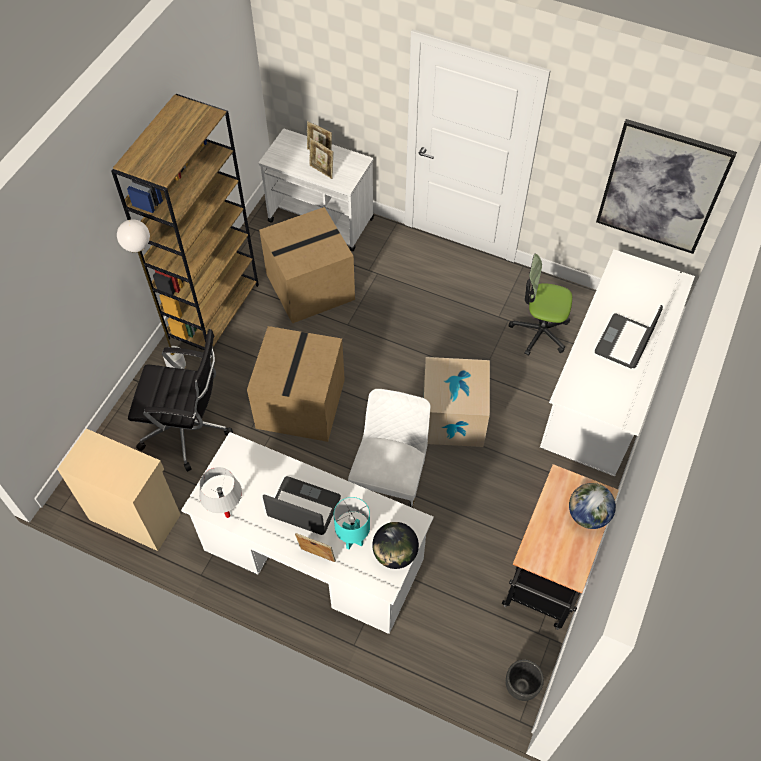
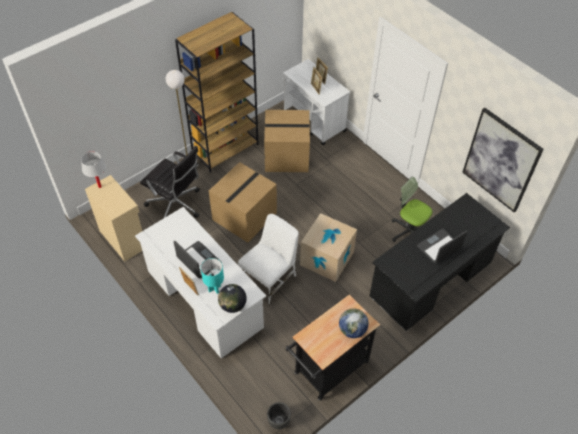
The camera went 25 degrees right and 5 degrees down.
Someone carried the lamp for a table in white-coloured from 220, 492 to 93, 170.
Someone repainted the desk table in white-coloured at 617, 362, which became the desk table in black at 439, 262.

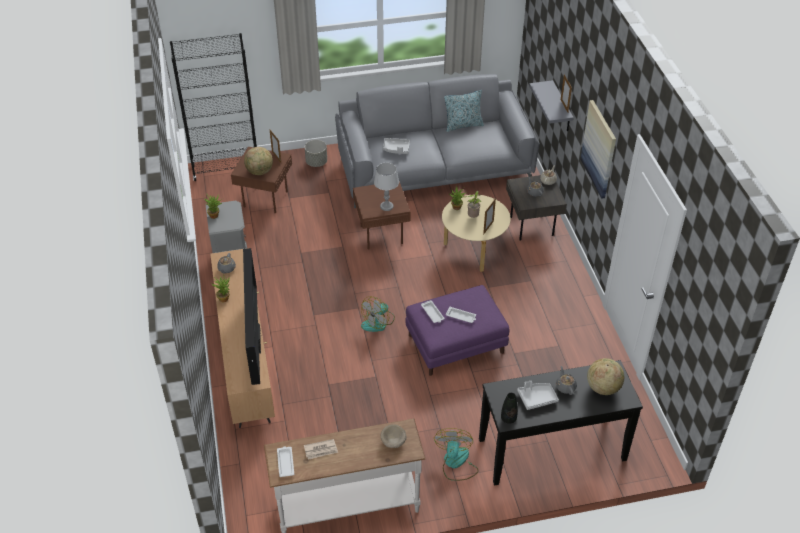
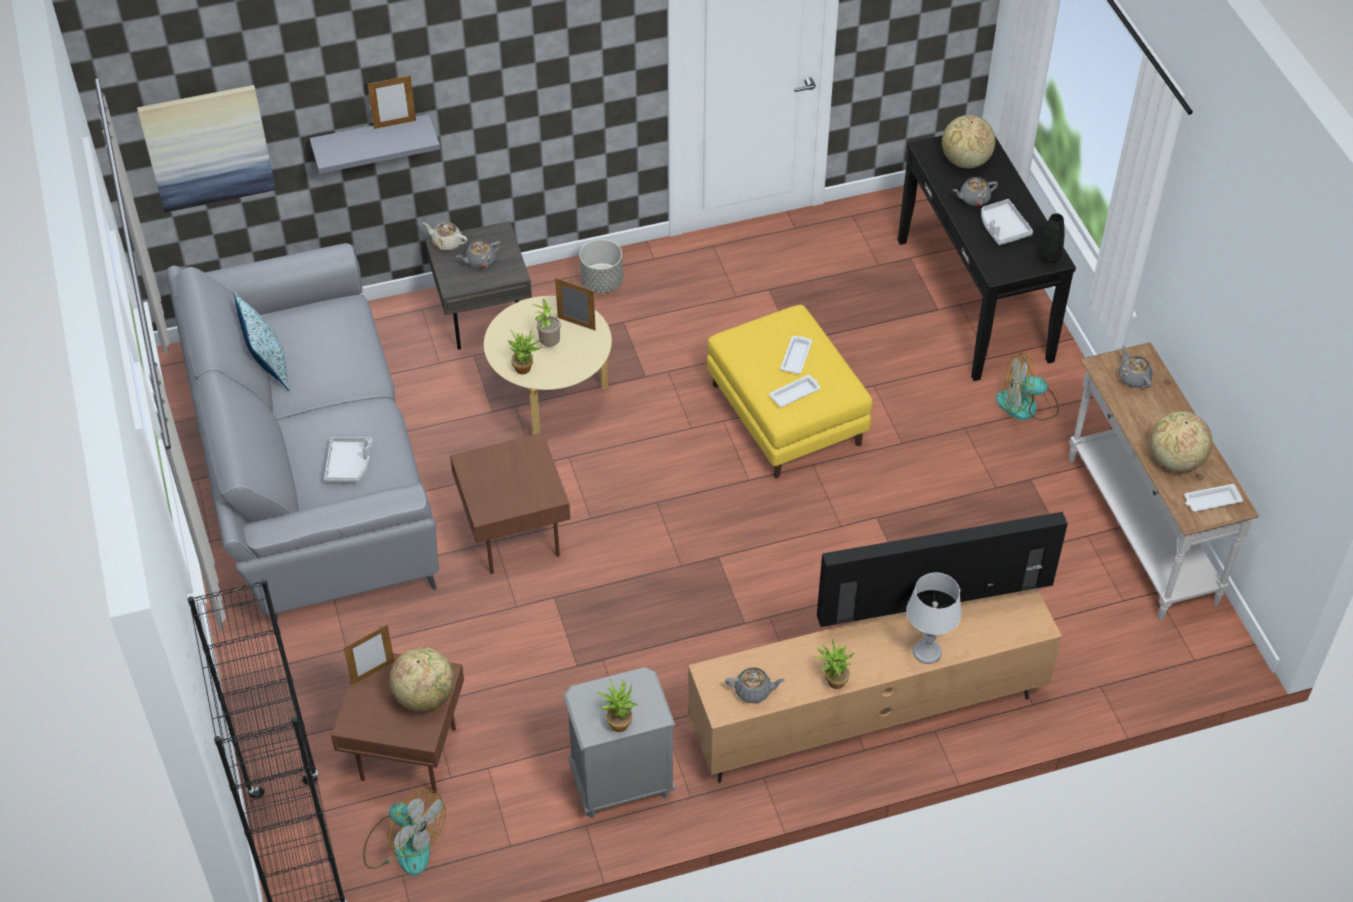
The camera went 95 degrees left and 5 degrees up.
Someone carried the wall picture from 598, 149 to 206, 149.
Someone carried the cooling fan from 378, 314 to 404, 833.
Someone carried the planter in grey from 316, 153 to 601, 266.
Someone repainted the footrest in purple at 458, 330, which became the footrest in yellow at 789, 391.
Someone carried the lamp for a table in grey from 386, 187 to 934, 618.
Someone swapped the bowl in sand-coloured at 394, 436 for the teapot in grey at 1136, 366.
Someone swapped the daily paper at 321, 449 for the globe at 1181, 441.

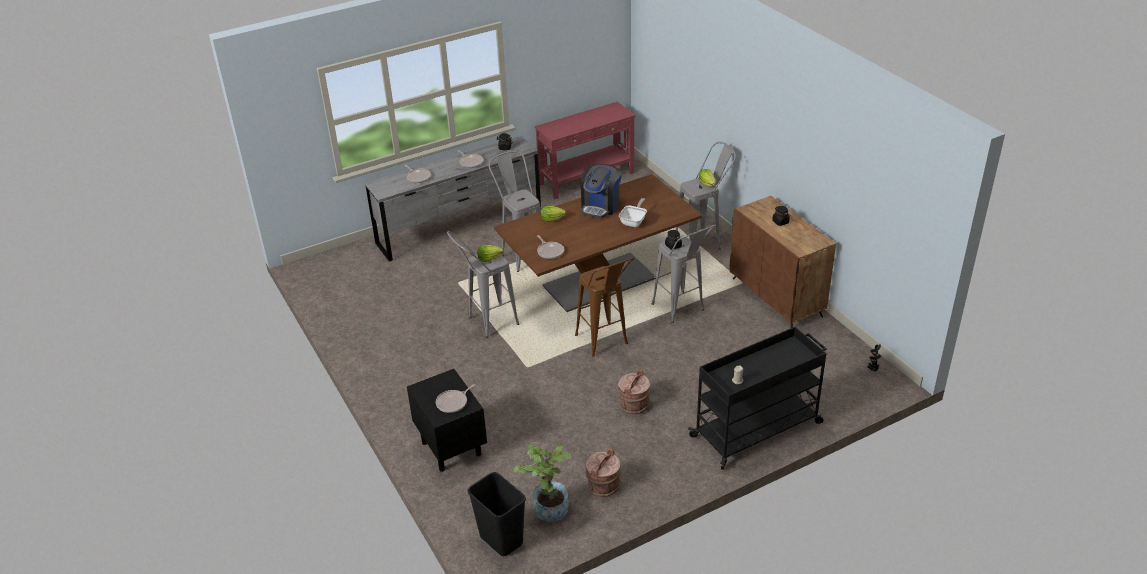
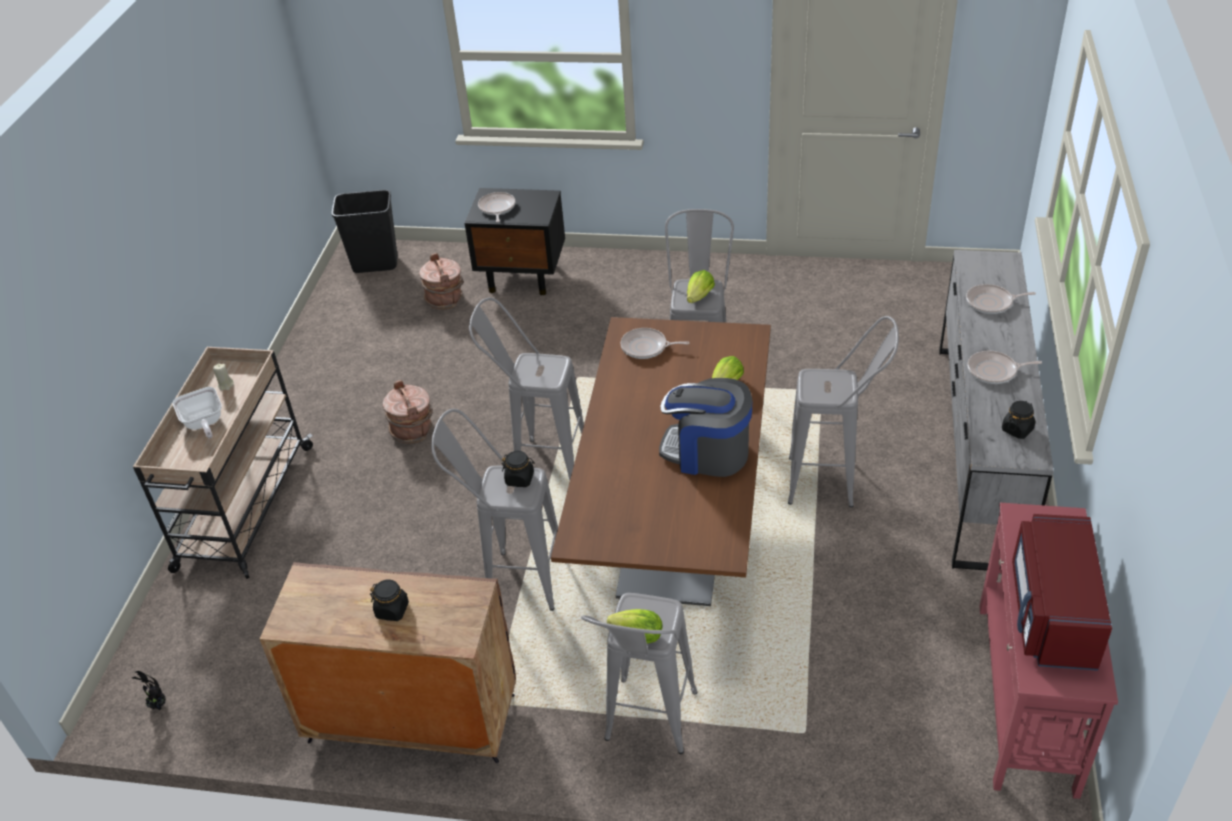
The camera went 130 degrees right and 5 degrees up.
Someone repainted the cart in black at 757, 398, which became the cart in sand-coloured at 223, 463.
Someone carried the frying pan from 633, 212 to 197, 413.
Someone carried the water bucket in brown-coloured from 603, 472 to 441, 281.
Someone repainted the sitting stool in brown-coloured at 604, 306, which became the sitting stool in grey at 526, 388.
Someone rotated the coffee machine at 601, 191 by 45 degrees counterclockwise.
Someone put down the kitchen microwave in red-coloured at 1062, 592.
Someone took away the potted plant at 543, 483.

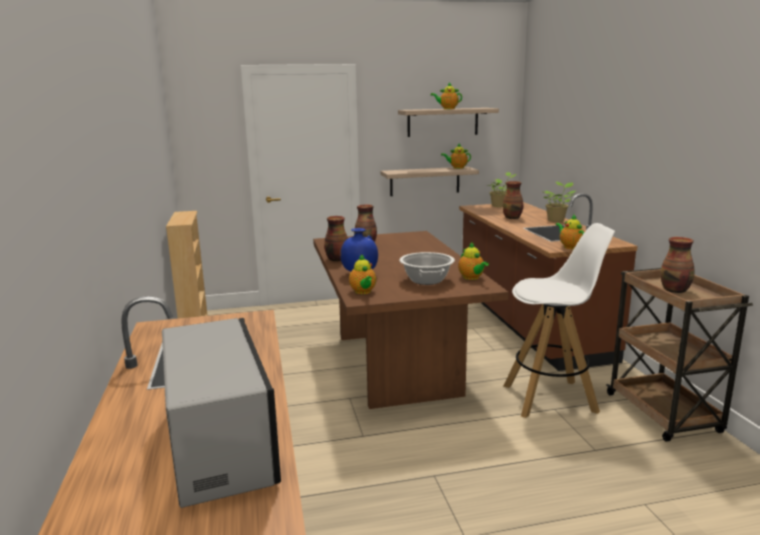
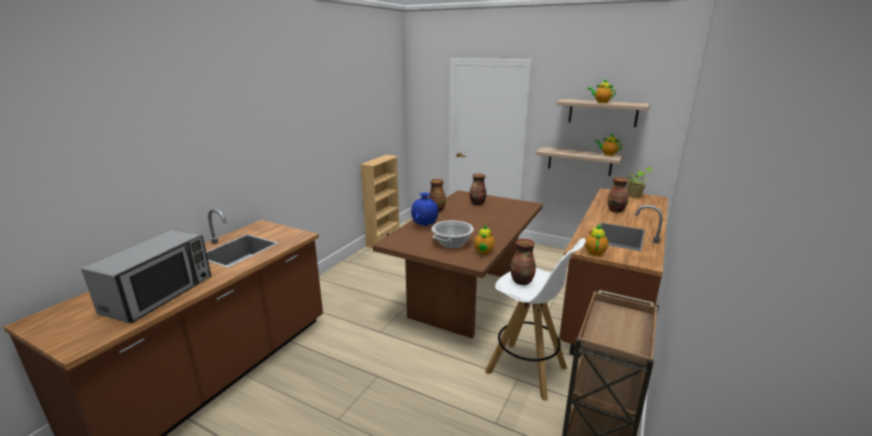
The camera went 40 degrees right and 5 degrees up.
Someone carried the vase from 677, 265 to 523, 262.
Someone took away the teapot at 362, 274.
Someone took away the potted plant at 560, 202.

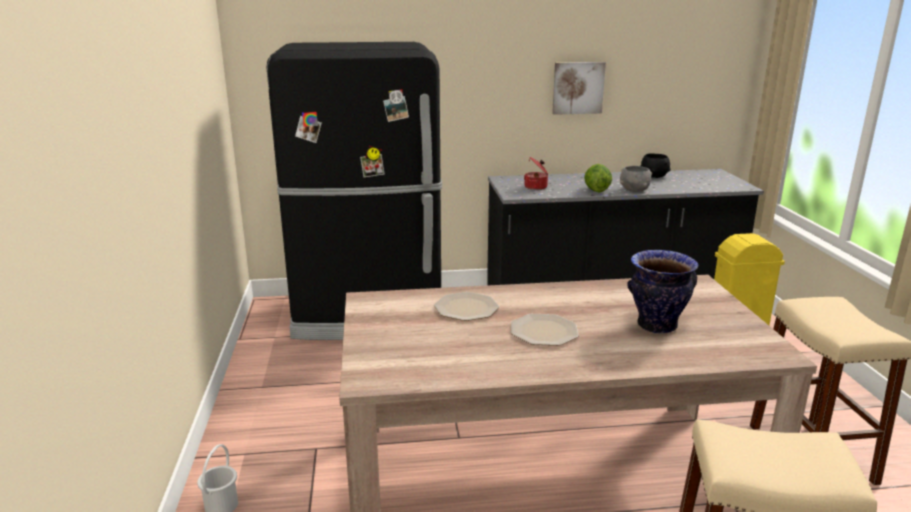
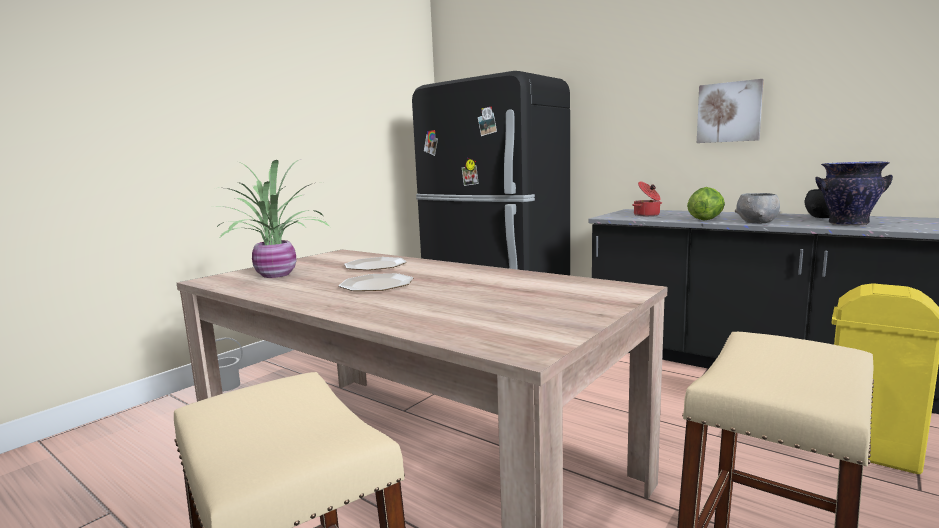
The camera went 45 degrees right and 10 degrees down.
Someone put down the potted plant at 271, 218.
Someone carried the vase from 663, 292 to 854, 193.

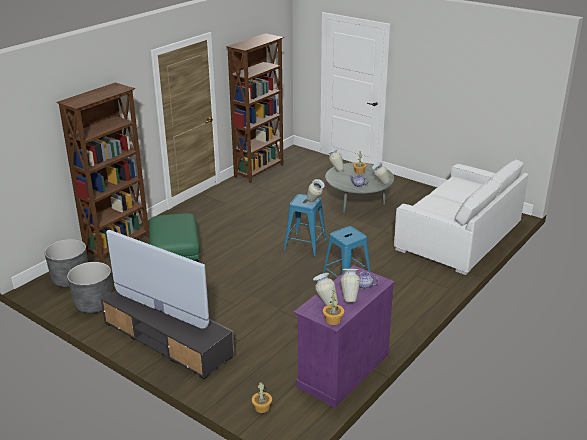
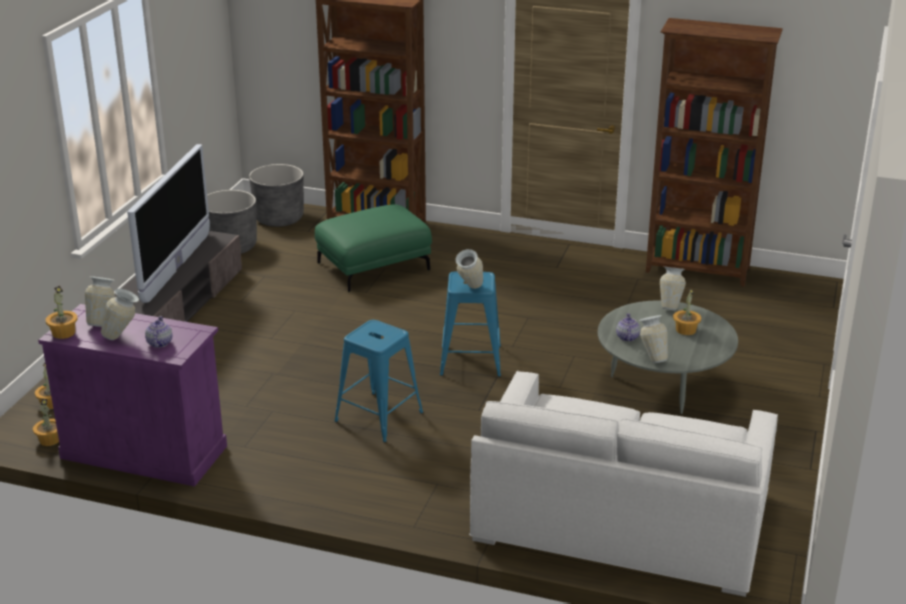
The camera went 70 degrees right and 0 degrees up.
Someone put down the potted plant at 46, 422.

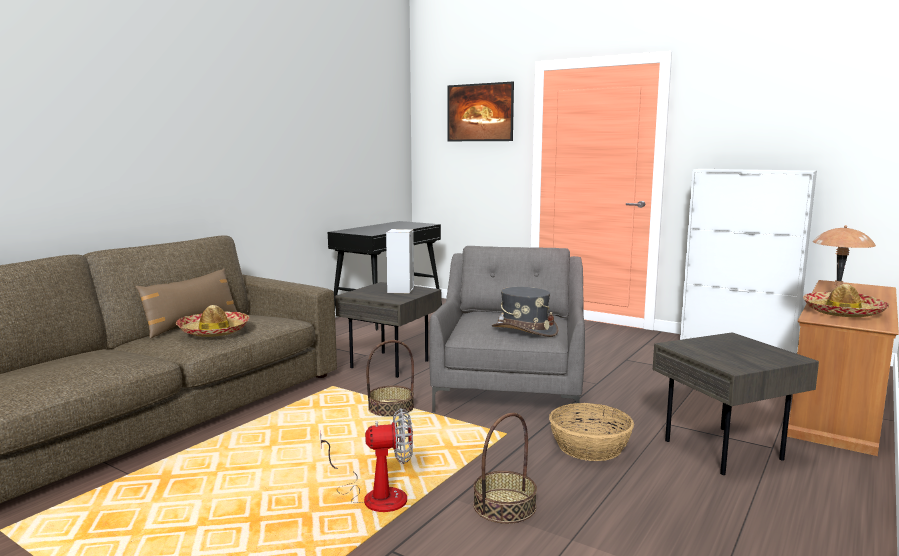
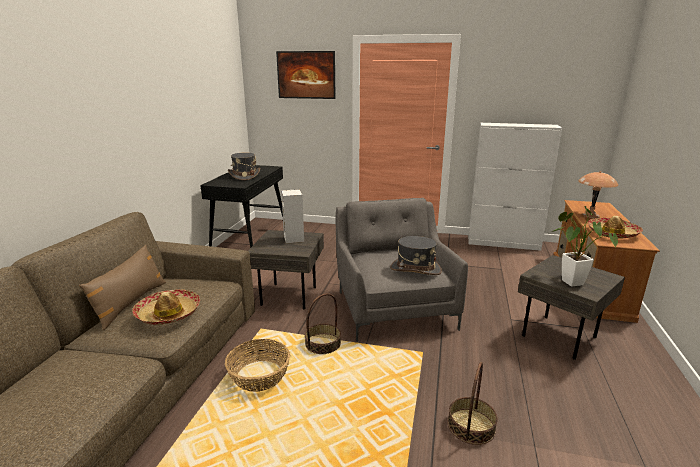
The camera went 20 degrees left and 10 degrees up.
Someone carried the basket from 591, 432 to 257, 365.
Someone put down the wearable hat in grey at 244, 167.
Someone put down the potted plant at 585, 246.
Someone took away the cooling fan at 366, 460.

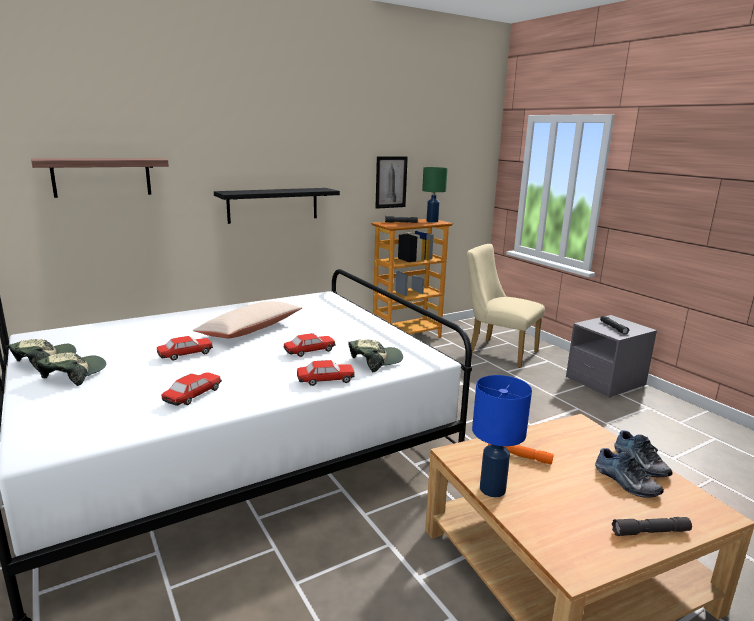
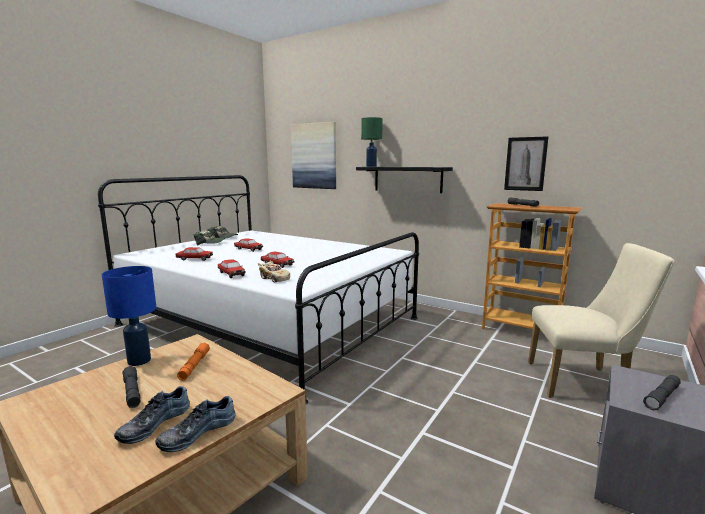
The camera went 65 degrees right and 5 degrees down.
Someone carried the flashlight in grey from 652, 526 to 131, 387.
Someone swapped the baseball cap at 376, 356 for the model car in sand-coloured at 274, 271.
Someone swapped the shelf at 100, 178 for the wall picture at 313, 155.
Someone carried the lamp for a table in green-coloured from 435, 194 to 372, 142.
Someone rotated the plain chair in sand-coloured at 506, 306 by 90 degrees clockwise.
Someone took away the pillow in sand-coloured at 247, 320.

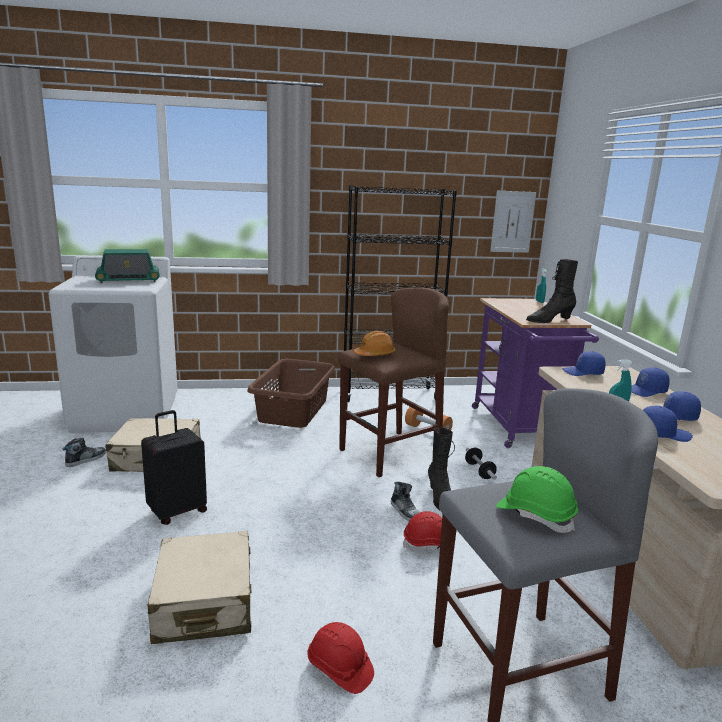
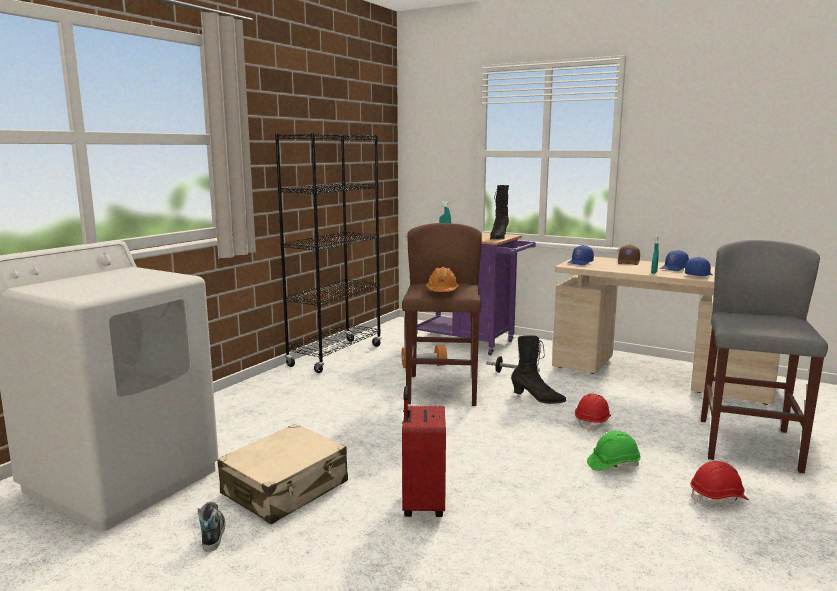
The camera went 50 degrees left and 5 degrees down.
Someone repainted the suitcase in black at 174, 467, which became the suitcase in red-coloured at 424, 451.
Someone carried the safety helmet in green-coloured from 537, 499 to 614, 451.
Someone repainted the baseball cap in blue-coloured at 650, 382, which became the baseball cap in brown-coloured at 629, 255.
Someone took away the radio at 127, 266.
Someone took away the suitcase in sand-coloured at 199, 587.
Someone took away the laundry basket in brown-coloured at 291, 393.
Someone took away the item of footwear at 405, 501.
Someone took away the wall picture at 513, 222.

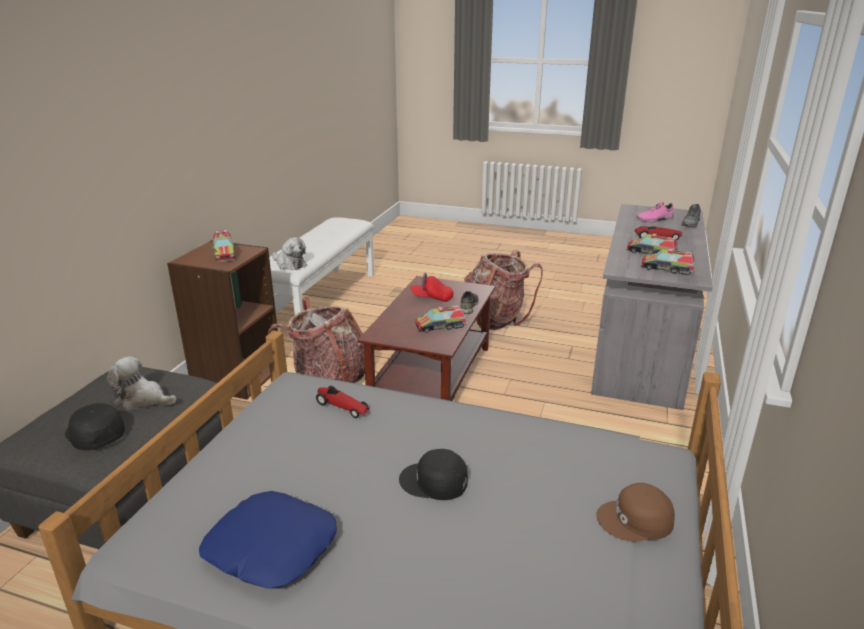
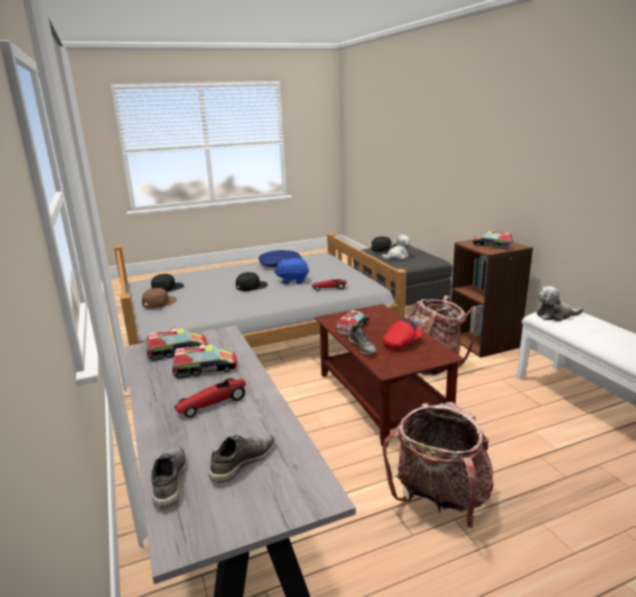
The camera went 140 degrees right and 5 degrees down.
Someone put down the baseball cap in black at 167, 283.
Someone repainted the item of footwear in pink at 655, 212, which became the item of footwear in grey at 242, 458.
Someone put down the soft toy in blue-coloured at 291, 271.

